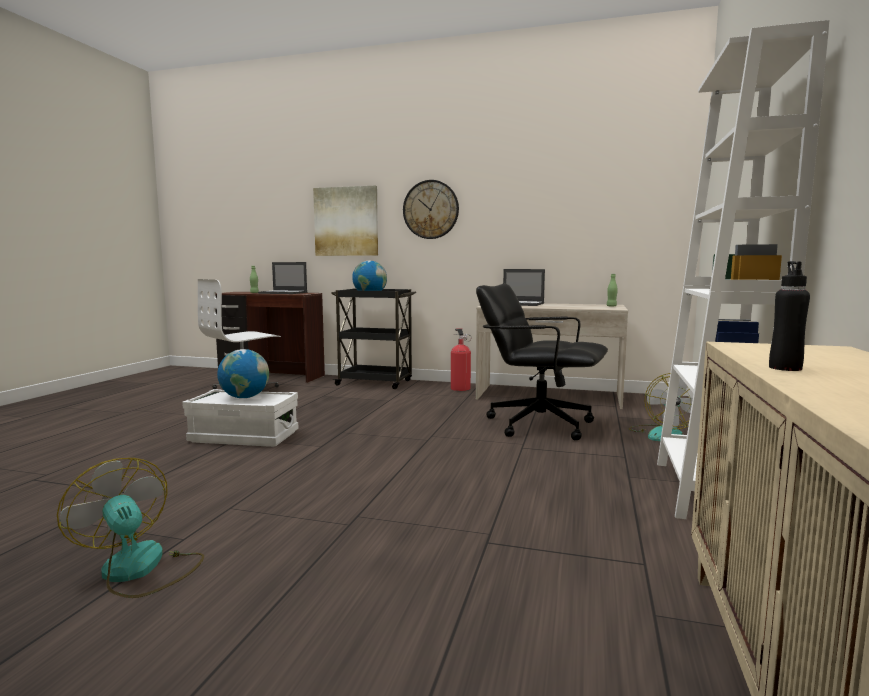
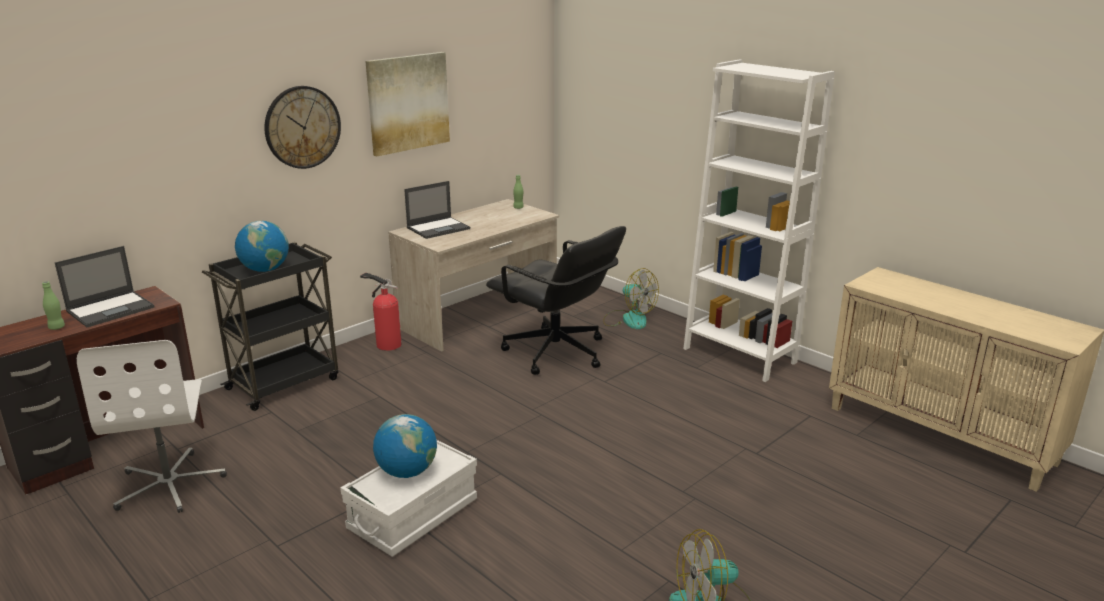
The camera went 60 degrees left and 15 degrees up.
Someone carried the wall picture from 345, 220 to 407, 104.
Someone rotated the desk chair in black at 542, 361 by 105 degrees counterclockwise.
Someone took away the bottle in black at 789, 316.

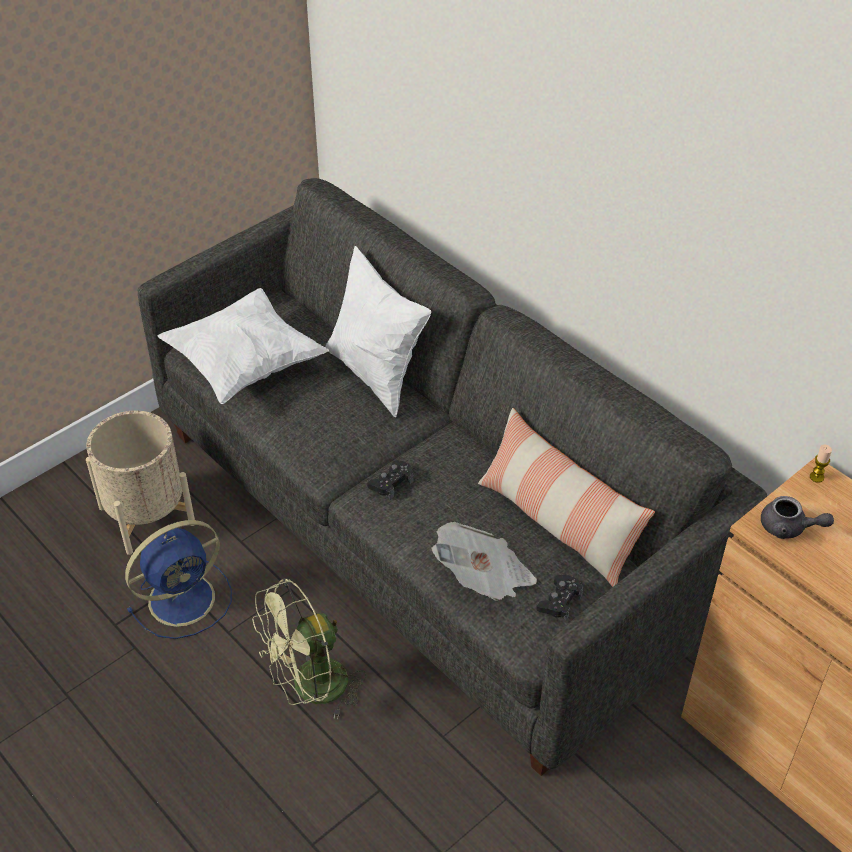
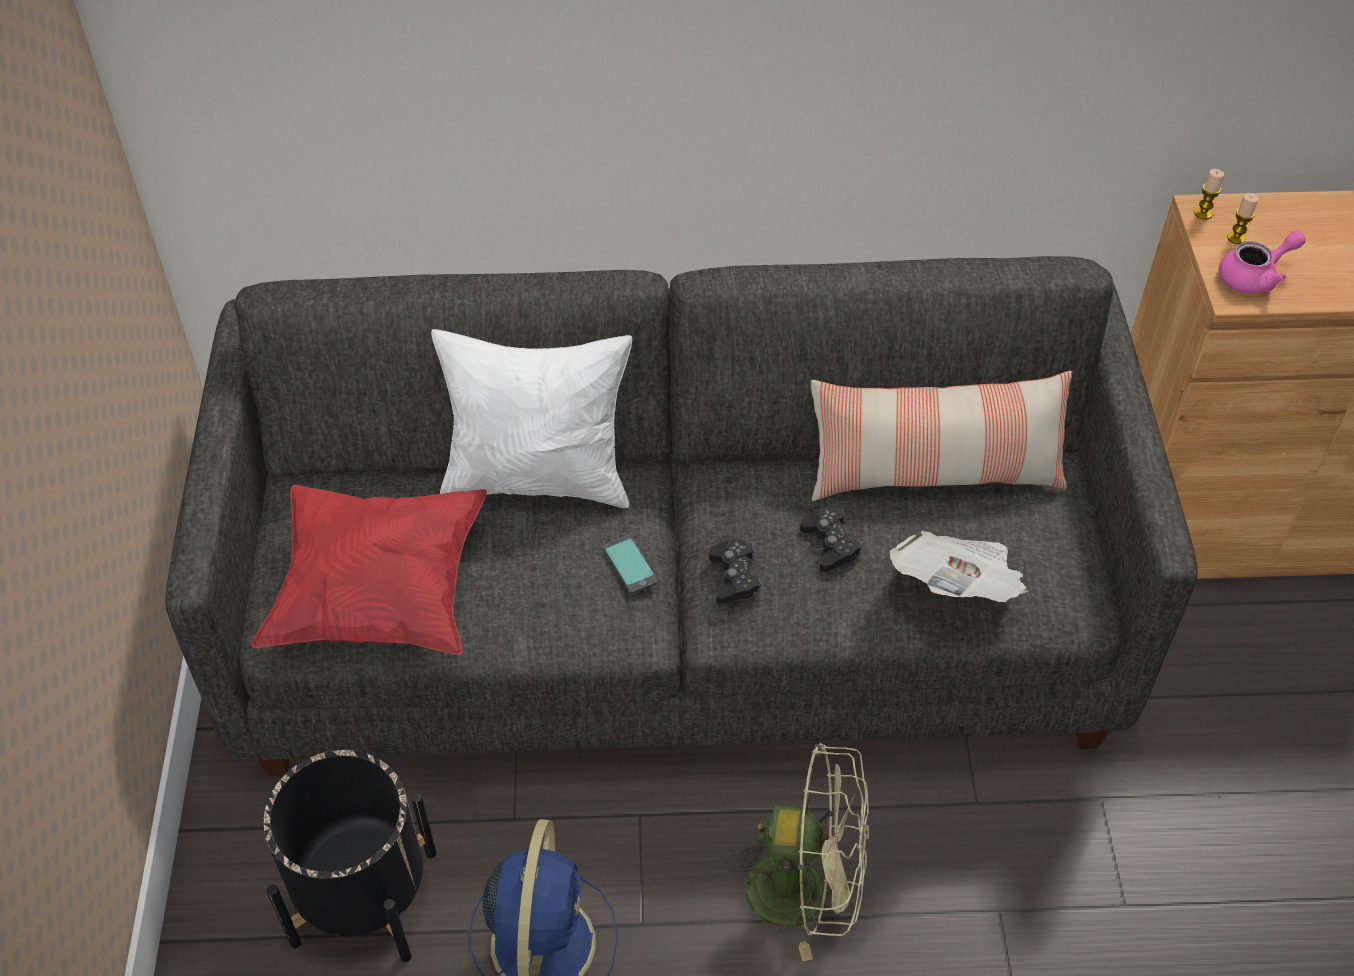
The camera went 50 degrees left and 5 degrees up.
Someone repainted the pillow in white-coloured at 243, 346, which became the pillow in red-coloured at 369, 570.
Someone repainted the planter in sand-coloured at 140, 483, which became the planter in black at 349, 856.
Someone put down the telephone at 630, 564.
Someone rotated the cooling fan in green-coloured at 309, 649 by 90 degrees counterclockwise.
Someone carried the joypad in black from 559, 597 to 831, 539.
Someone repainted the teapot in grey at 797, 517, which became the teapot in pink at 1262, 262.
Someone put down the wax candle at 1242, 218.

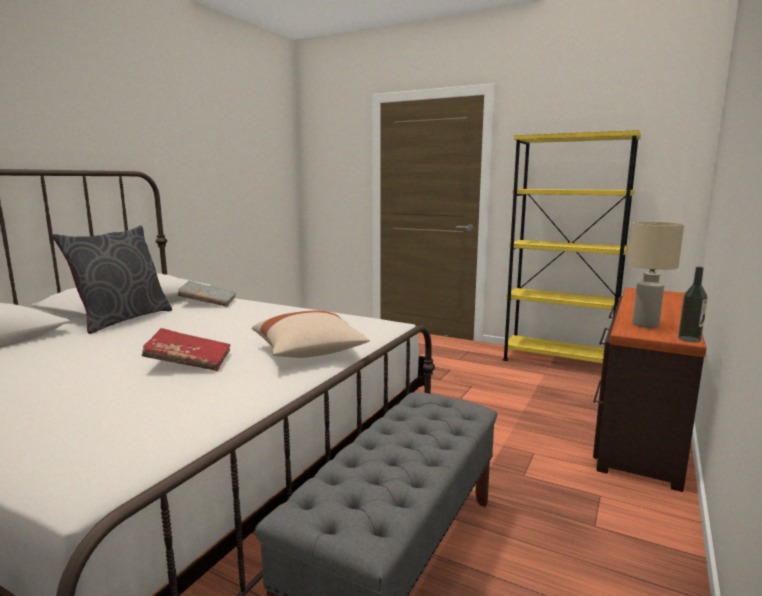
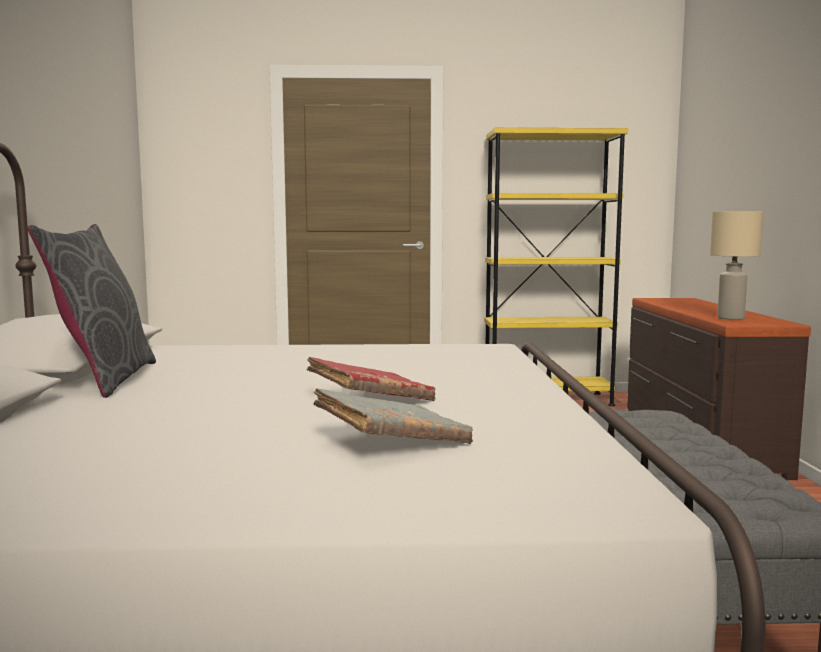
The camera went 30 degrees left and 5 degrees down.
Someone carried the book in grey from 206, 294 to 393, 416.
Someone took away the pillow in sand-coloured at 311, 334.
Someone took away the bottle at 693, 304.

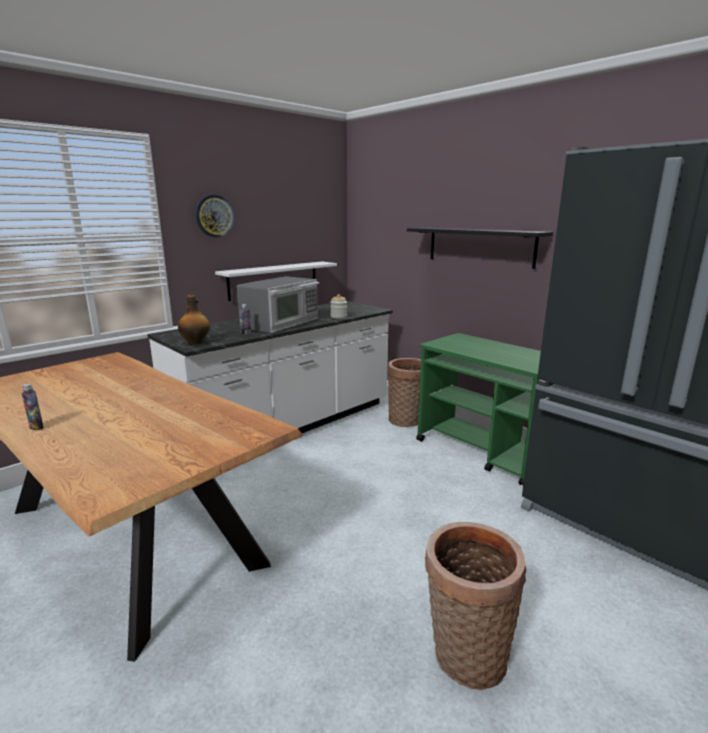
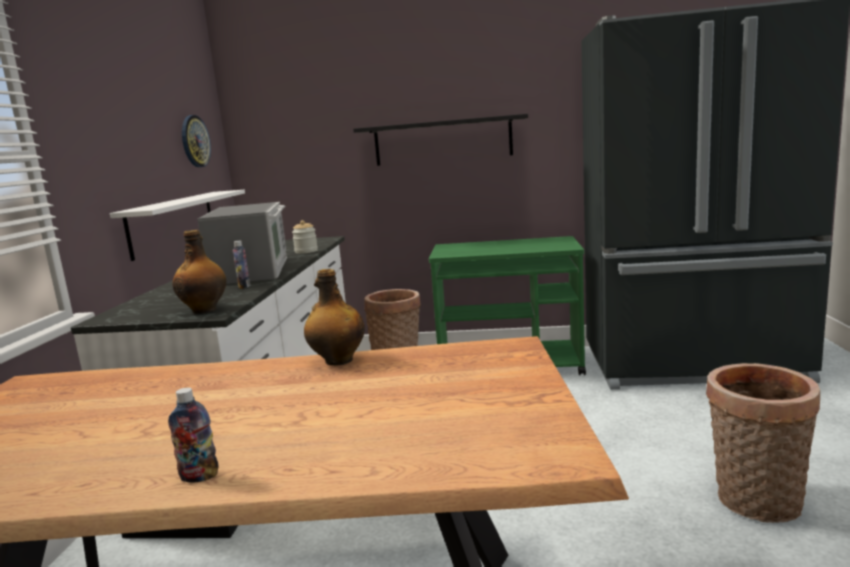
The camera went 40 degrees left and 5 degrees down.
Someone carried the wall clock from 214, 216 to 196, 141.
Someone put down the bottle at 334, 317.

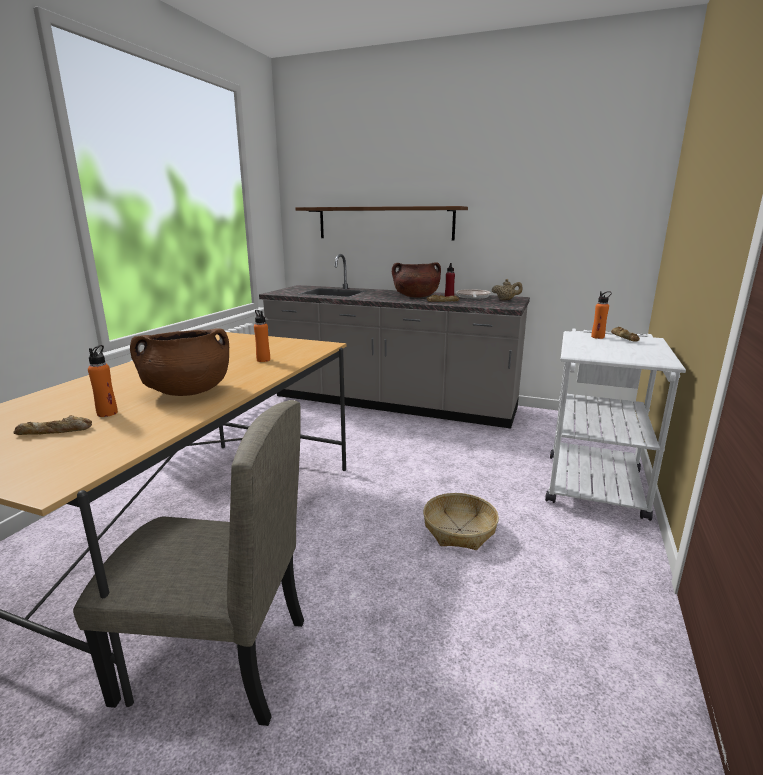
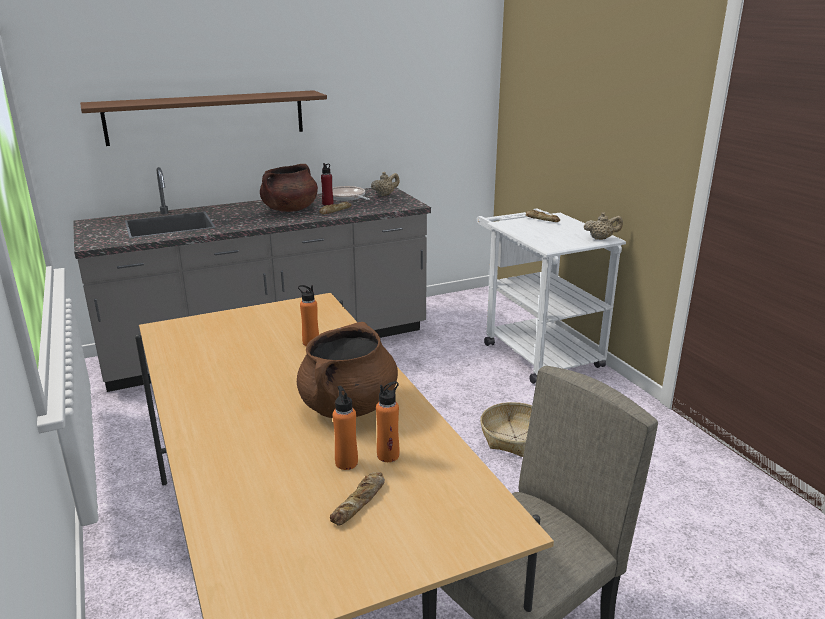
The camera went 45 degrees left and 5 degrees up.
Someone carried the bottle in orange-coloured from 601, 315 to 387, 421.
Someone put down the teapot in sand-coloured at 603, 226.

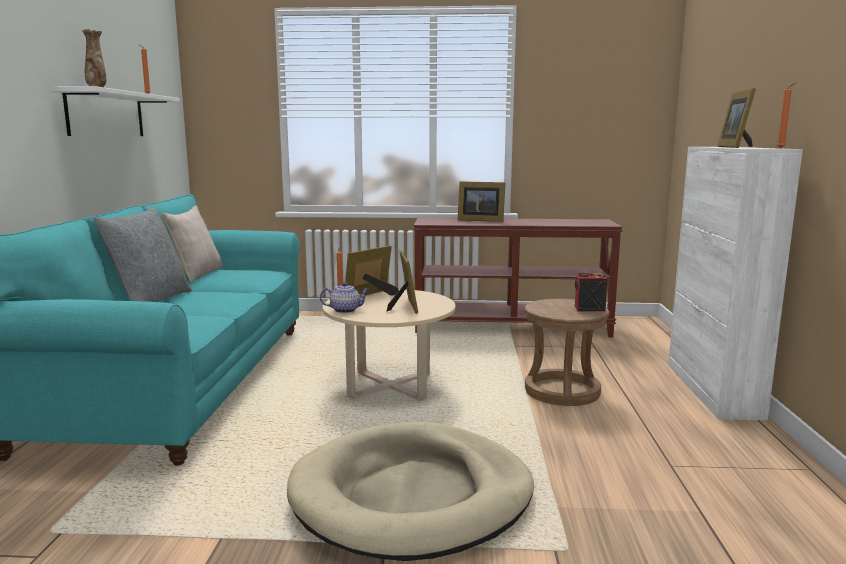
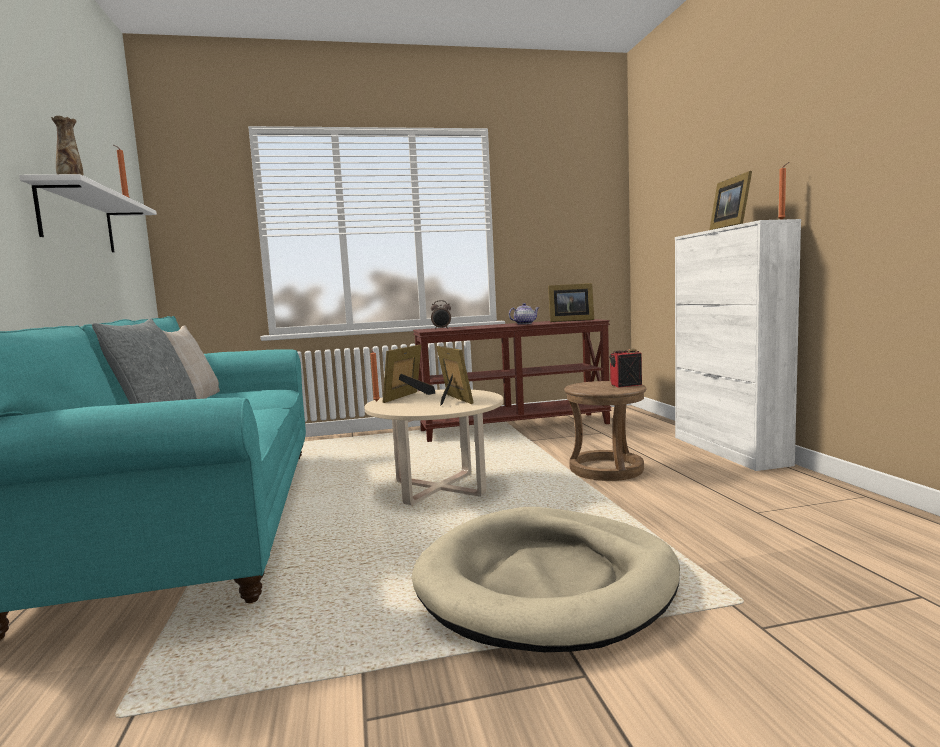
The camera went 15 degrees left and 5 degrees down.
Someone put down the bedside clock at 441, 314.
Someone carried the teapot from 344, 297 to 524, 313.
Someone carried the standing frame from 482, 201 to 571, 302.

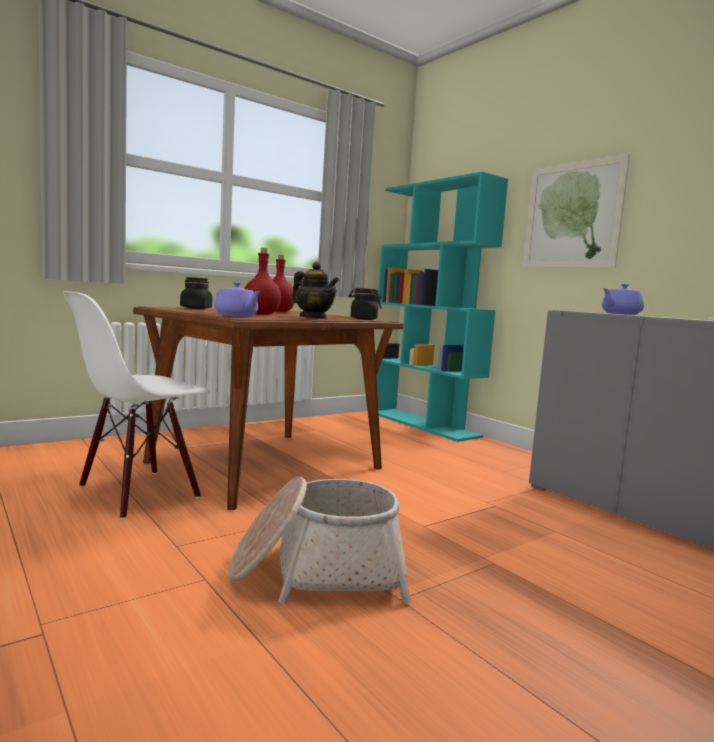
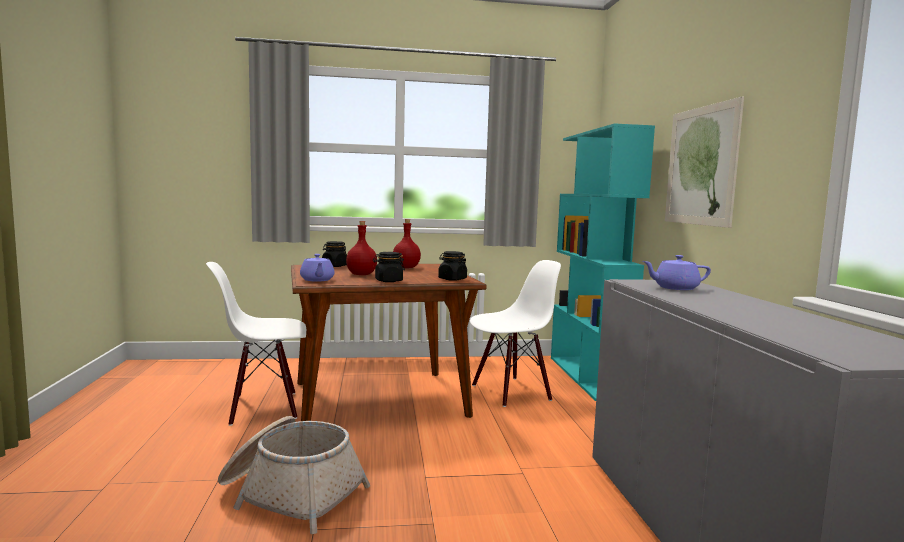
The camera went 30 degrees right and 0 degrees up.
Someone swapped the teapot at 315, 290 for the preserve jar in black at 389, 267.
Someone put down the plain chair in white-coloured at 515, 333.

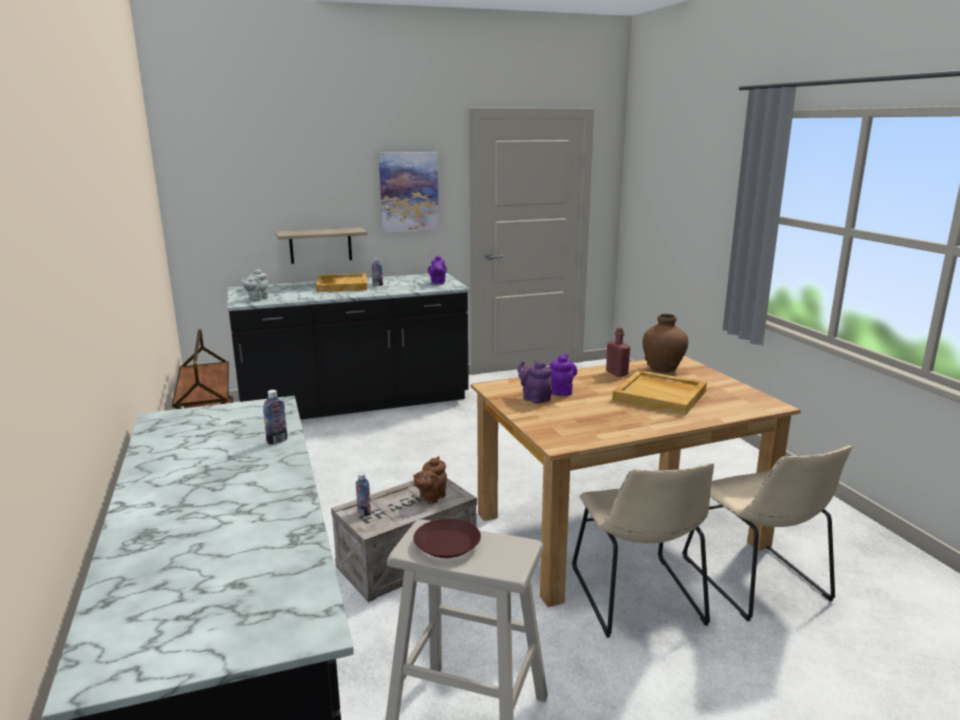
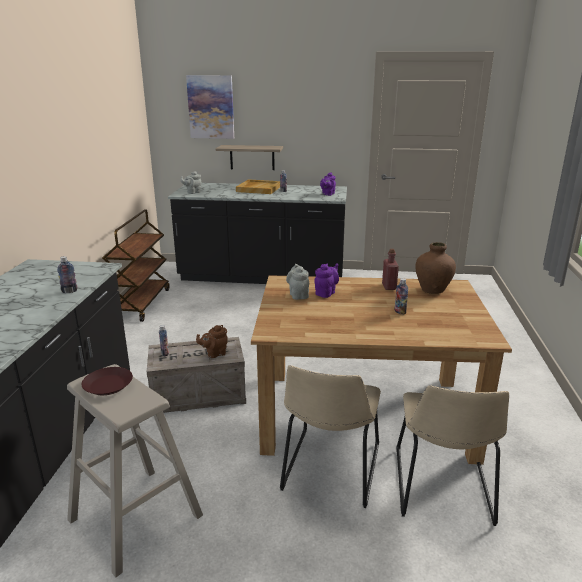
The camera went 25 degrees right and 5 degrees up.
Someone carried the wall picture from 409, 192 to 210, 107.
Someone repainted the teapot in purple at 534, 382, which became the teapot in grey at 297, 282.
Someone swapped the carrying tray in sand-coloured at 659, 392 for the bottle at 401, 296.

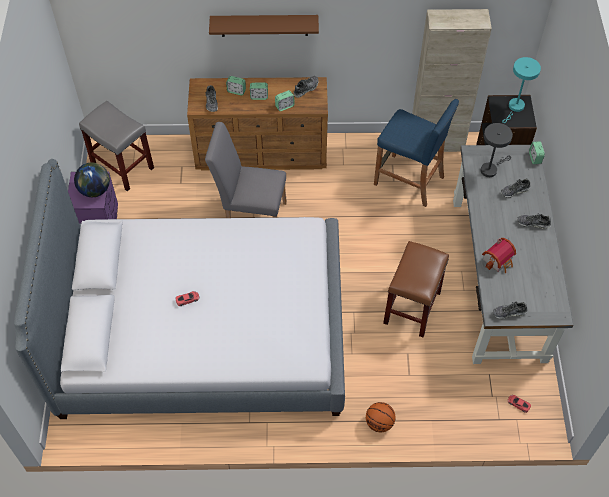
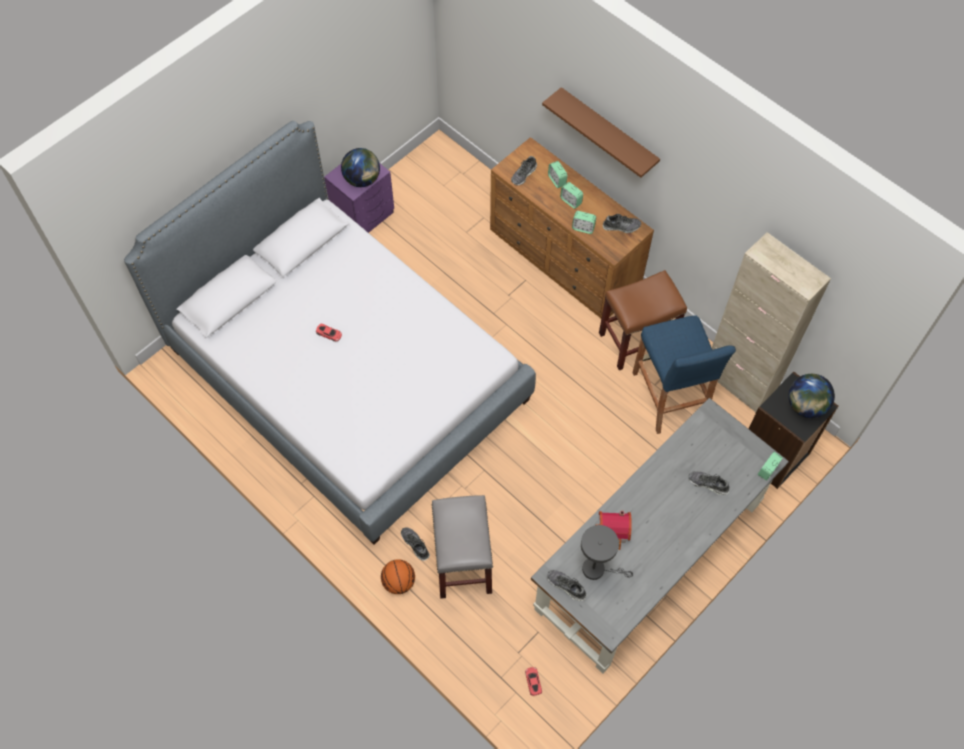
The camera went 45 degrees right and 5 degrees up.
Someone carried the item of footwear from 534, 221 to 415, 544.
Someone carried the sitting stool in grey from 116, 146 to 462, 547.
Someone carried the lamp for a table in grey from 497, 150 to 607, 552.
Someone carried the sitting stool in brown-coloured from 416, 289 to 643, 320.
Someone swapped the lamp for a table in turquoise-coloured at 521, 90 for the globe at 811, 396.
Someone took away the plain chair in grey at 246, 170.

